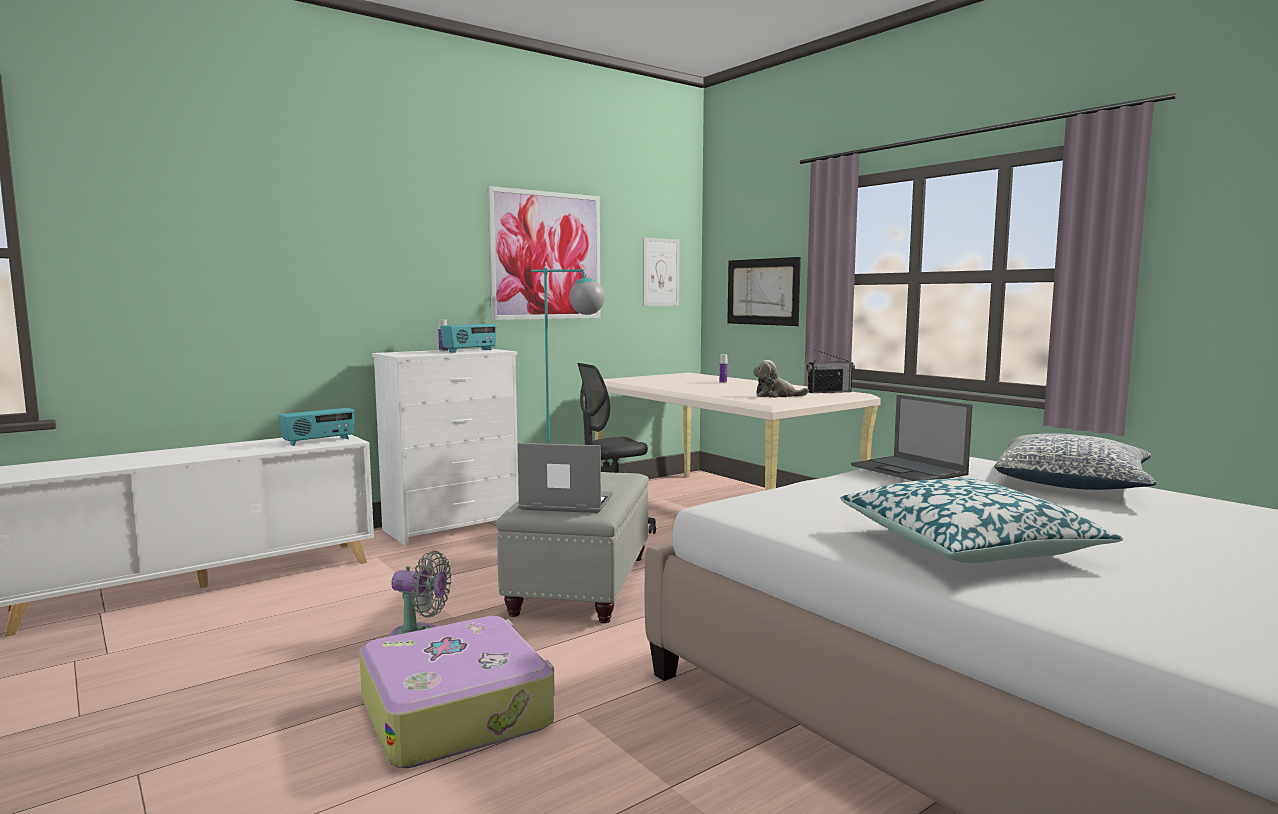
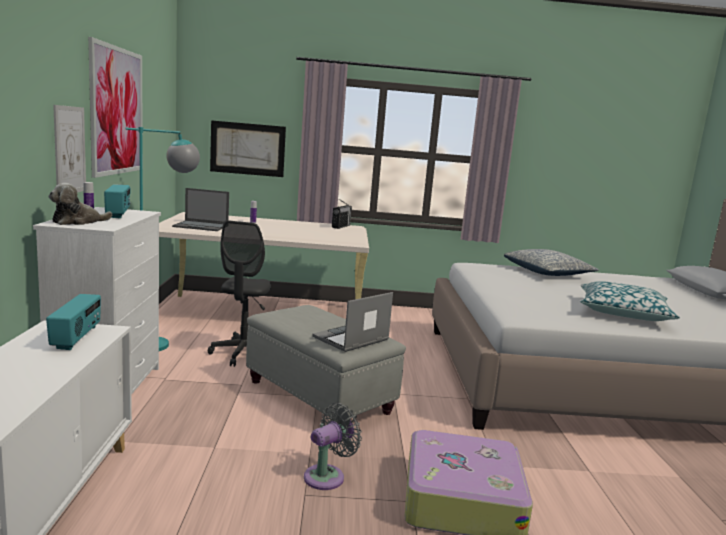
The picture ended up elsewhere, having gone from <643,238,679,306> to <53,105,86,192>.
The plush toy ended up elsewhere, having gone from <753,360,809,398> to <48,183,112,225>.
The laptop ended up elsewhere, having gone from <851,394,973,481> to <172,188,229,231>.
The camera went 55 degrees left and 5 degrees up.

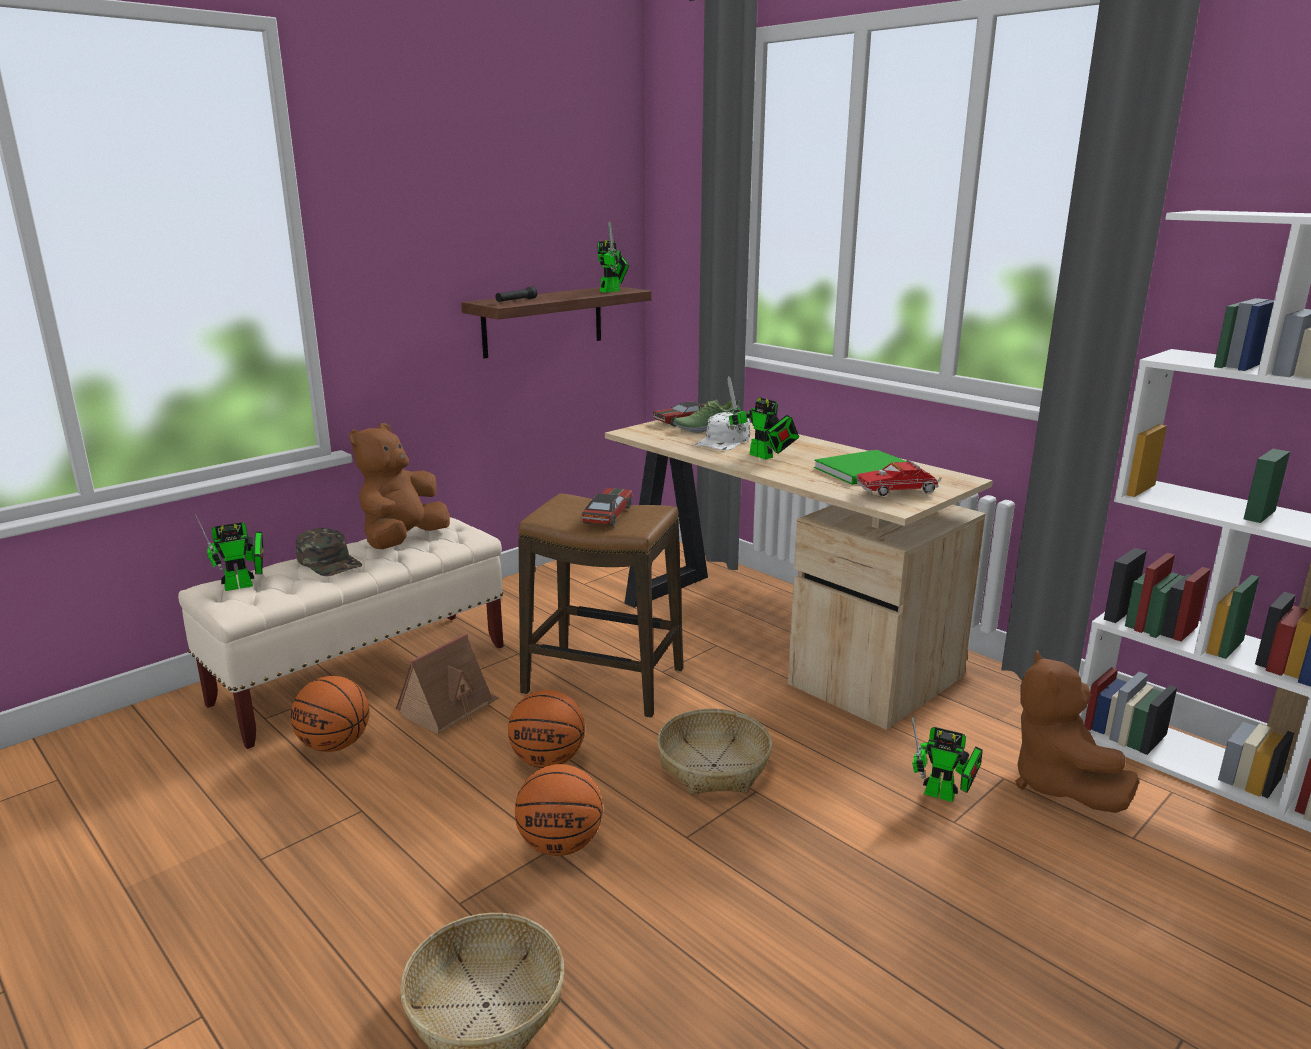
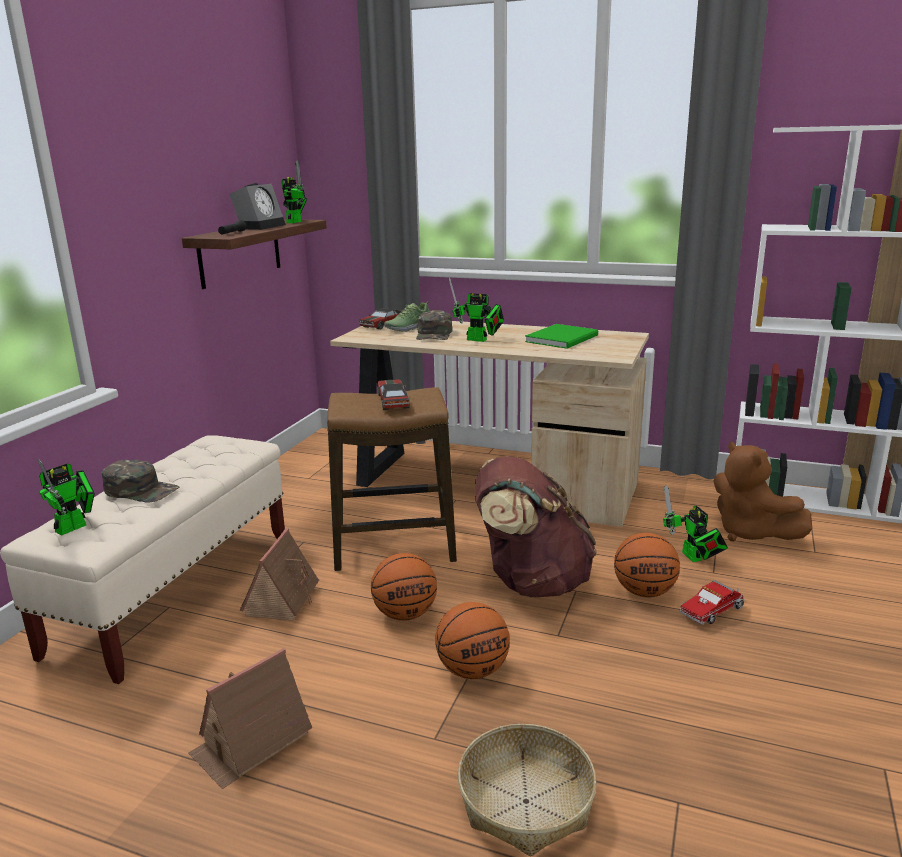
The second view lost the brown plush toy at <349,423,450,549>.
The second view gained the toy house at <189,648,312,789>.
The second view gained the alarm clock at <229,183,286,230>.
The basketball ended up elsewhere, having gone from <291,676,370,752> to <614,533,680,597>.
The toy truck ended up elsewhere, having gone from <857,460,941,496> to <680,580,745,625>.
Where the basket stood at <658,709,772,794>, the brown backpack came to stand at <475,456,597,598>.
What was the white cap at <695,412,750,450> turned into the green cap at <416,310,453,340>.
The toy robot at <912,717,983,802> ended up facing another way, 75 degrees clockwise from before.
The camera went 25 degrees left and 0 degrees up.

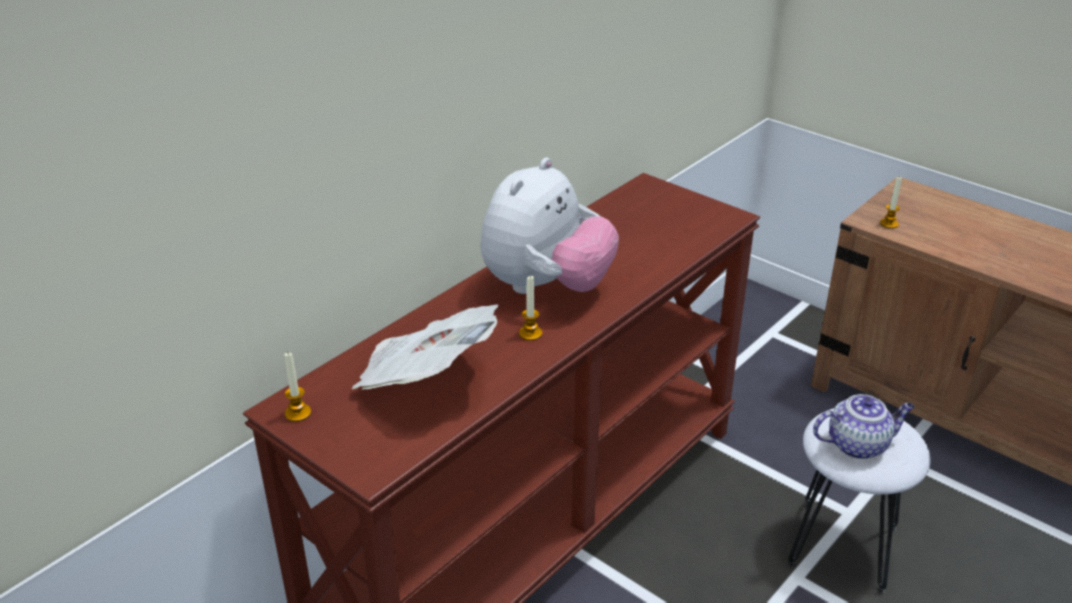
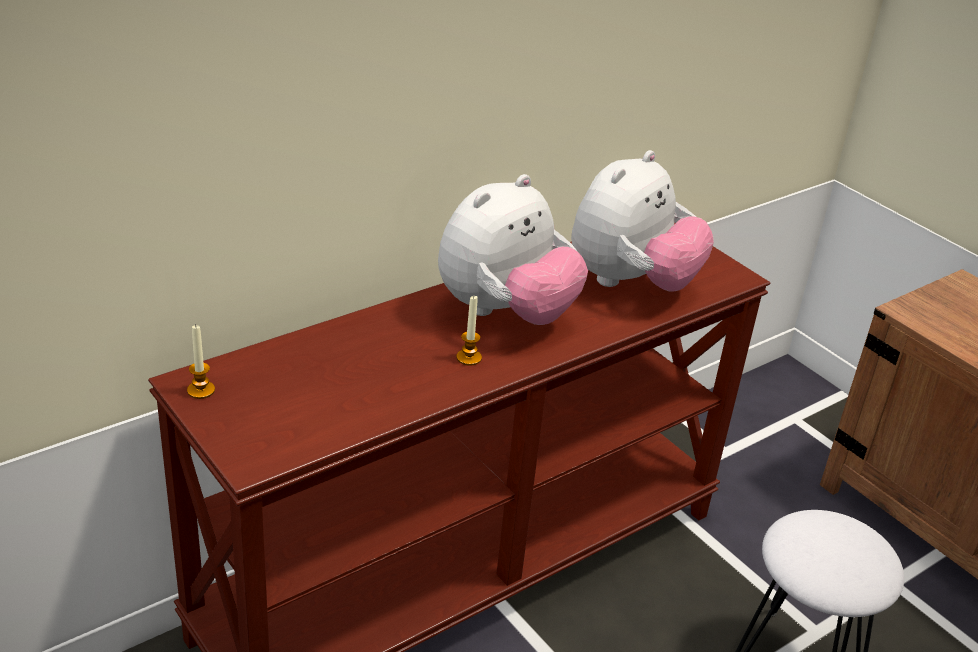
The second view lost the newspaper at <352,304,499,390>.
The second view lost the teapot at <813,394,915,459>.
The second view lost the candle at <880,176,902,229>.
The second view gained the plush toy at <571,150,714,291>.
The camera went 10 degrees right and 0 degrees up.

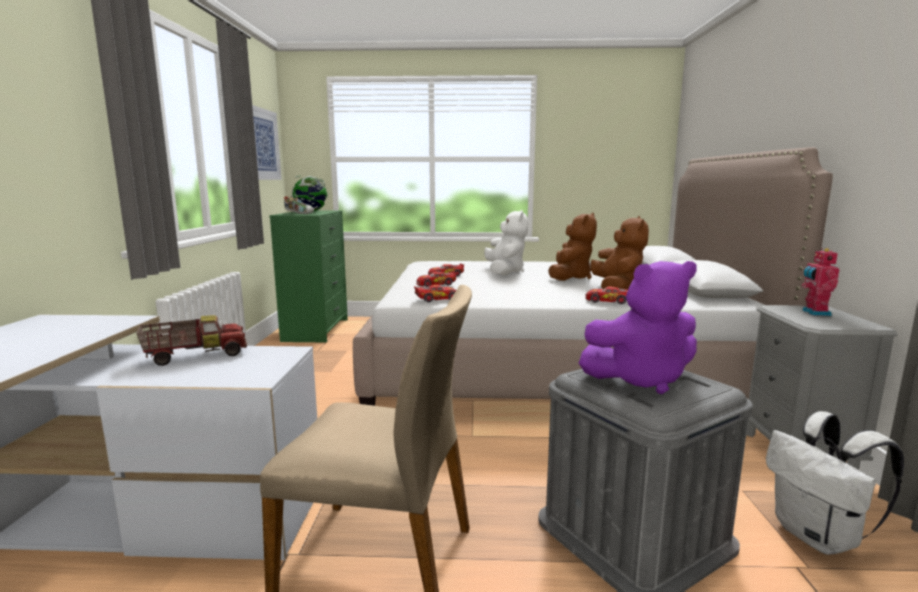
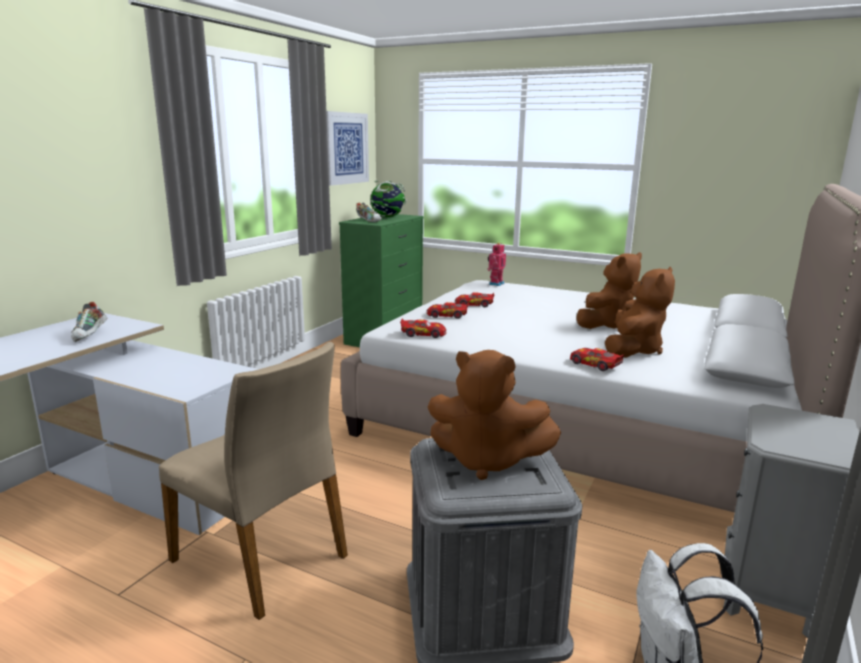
The second view lost the toy truck at <136,315,247,366>.
The second view lost the white plush toy at <484,210,528,275>.
The second view gained the shoe at <71,302,107,342>.
The toy robot ended up elsewhere, having gone from <802,248,840,316> to <487,243,506,286>.
What was the purple plush toy at <579,261,697,394> turned into the brown plush toy at <428,350,561,480>.
The camera went 25 degrees right and 5 degrees up.

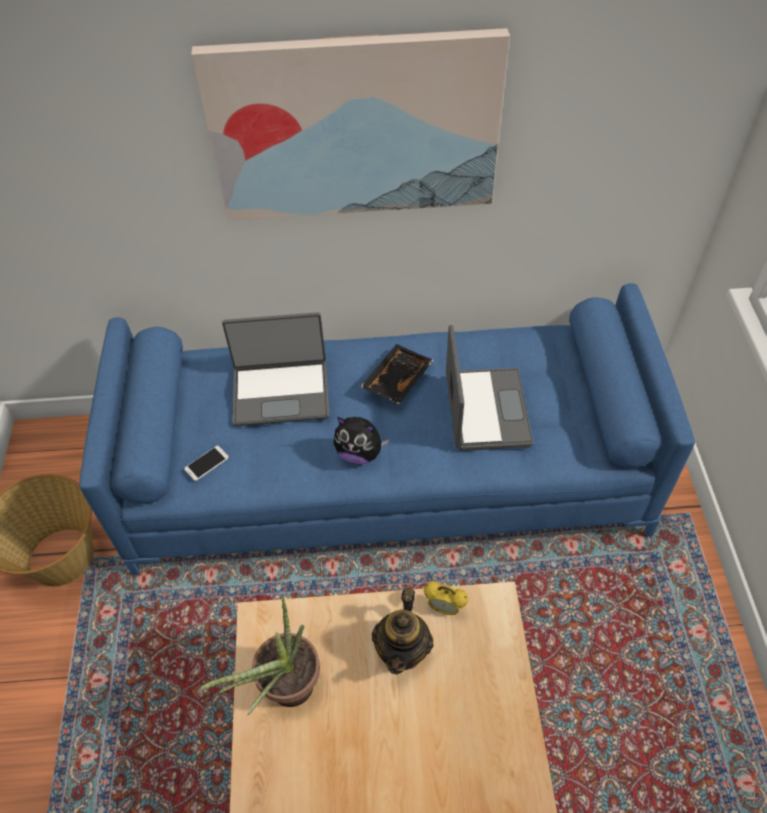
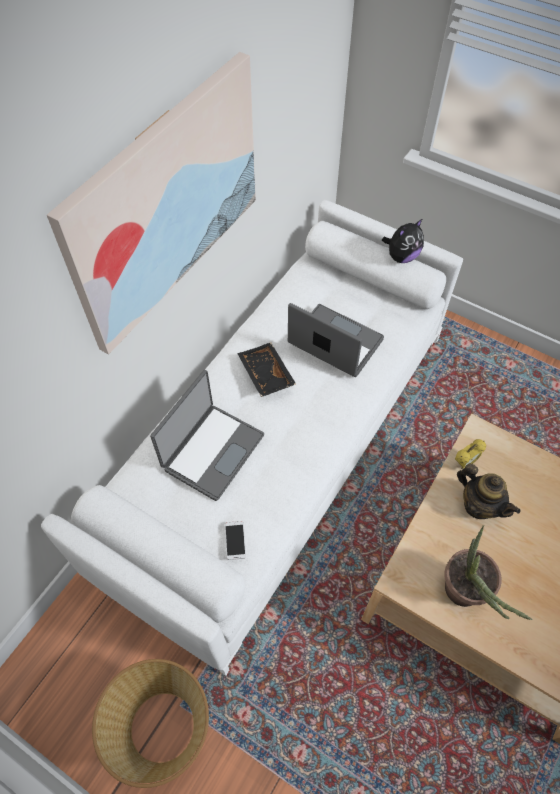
The plush toy ended up elsewhere, having gone from <333,417,389,464> to <382,218,424,263>.
What was the blue sofa at <79,283,695,575> turned into the white sofa at <41,200,463,676>.
The camera went 55 degrees left and 5 degrees up.

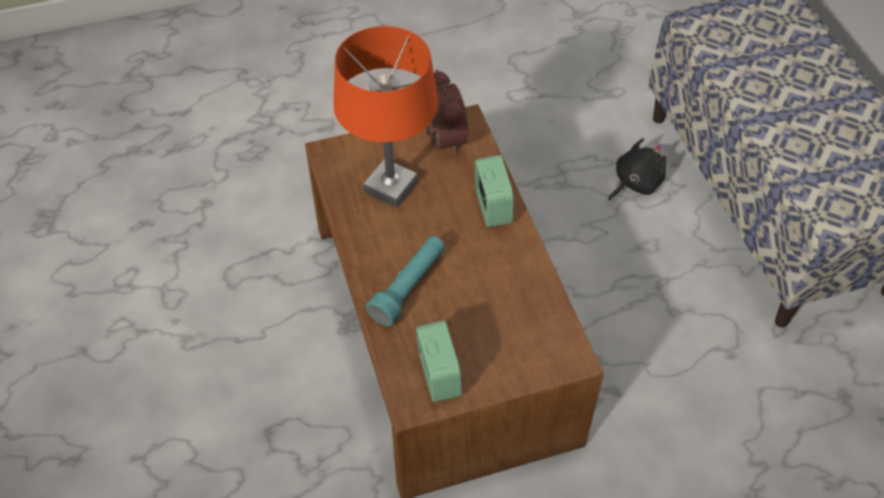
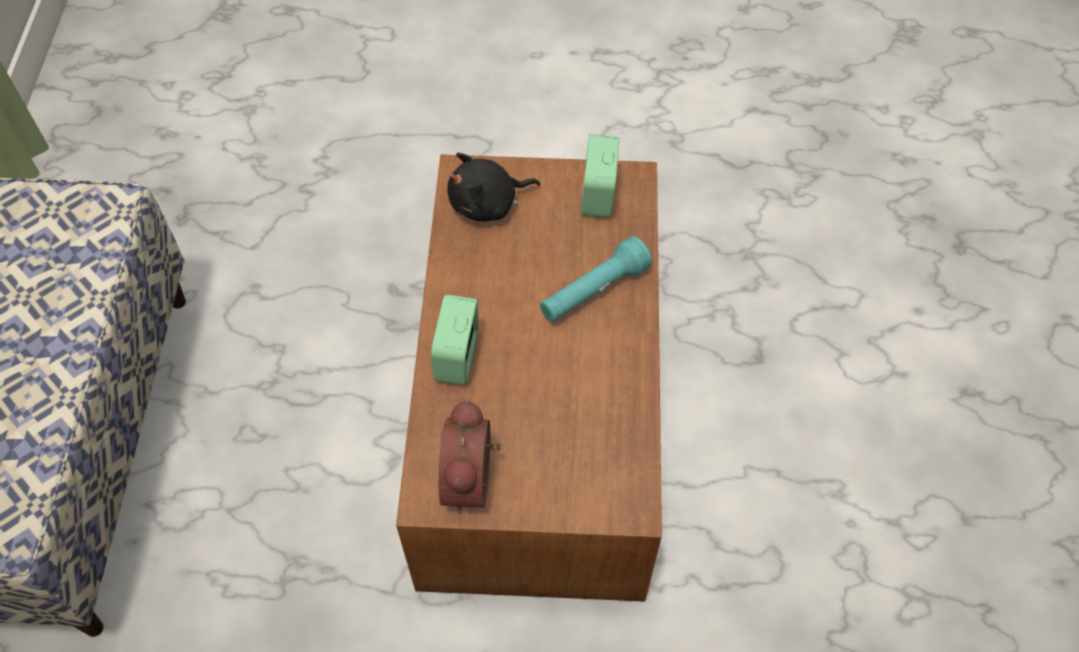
The second view lost the orange table lamp at <333,26,438,208>.
The black plush toy ended up elsewhere, having gone from <608,138,666,200> to <447,153,540,221>.
The camera went 160 degrees left and 5 degrees up.

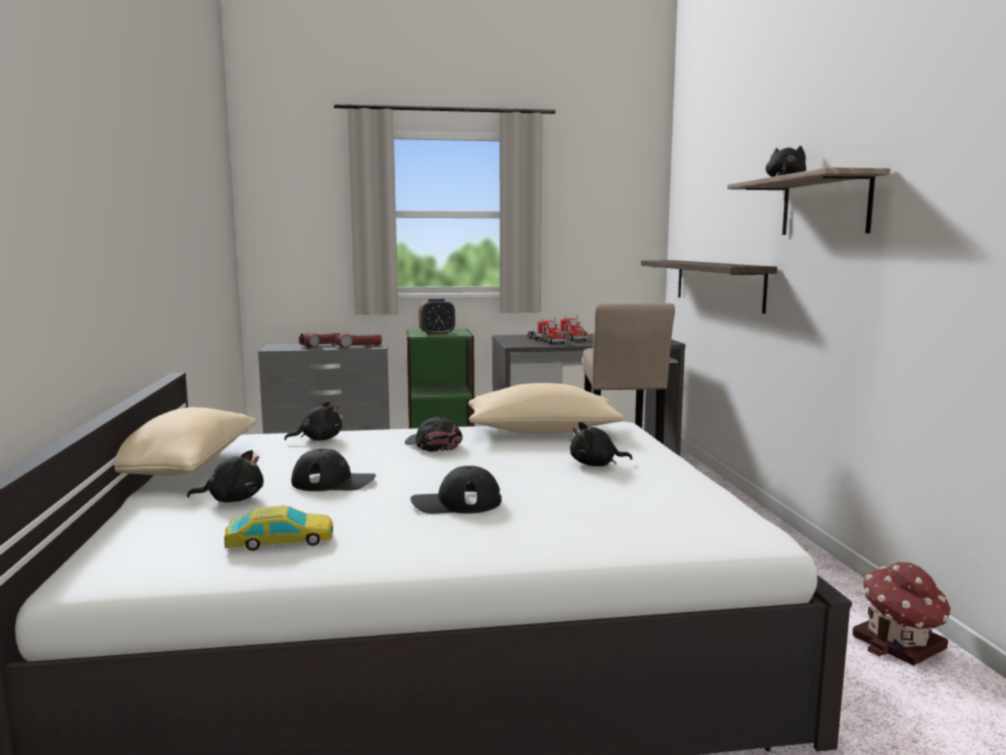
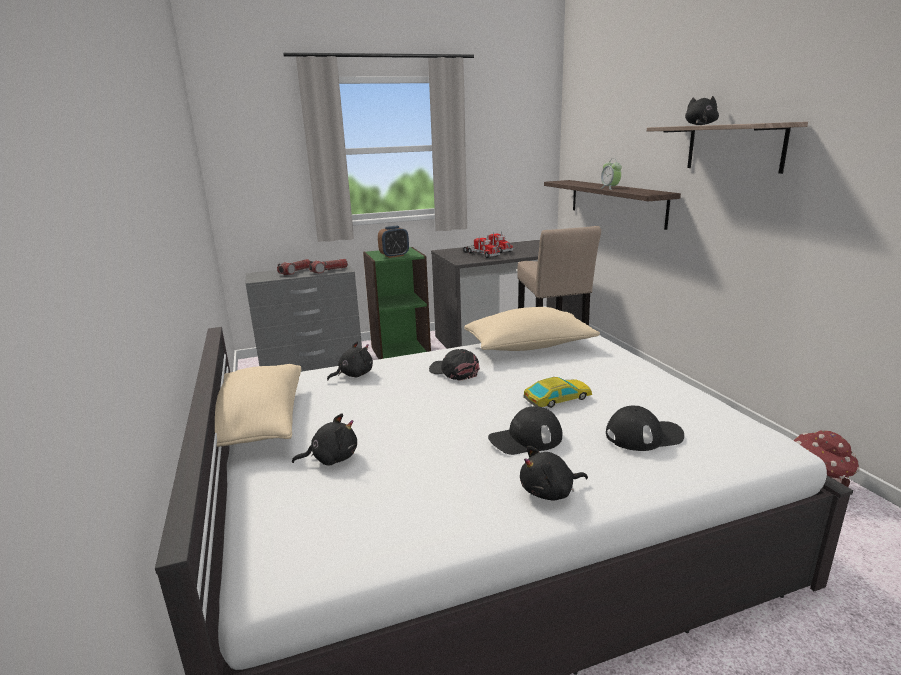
The second view gained the alarm clock at <601,158,622,190>.
The toy car ended up elsewhere, having gone from <224,506,333,551> to <523,377,592,408>.
The black cap ended up elsewhere, having gone from <291,448,376,491> to <606,406,684,451>.
The black plush toy ended up elsewhere, having gone from <570,422,632,466> to <520,446,588,500>.
The camera went 10 degrees left and 10 degrees up.

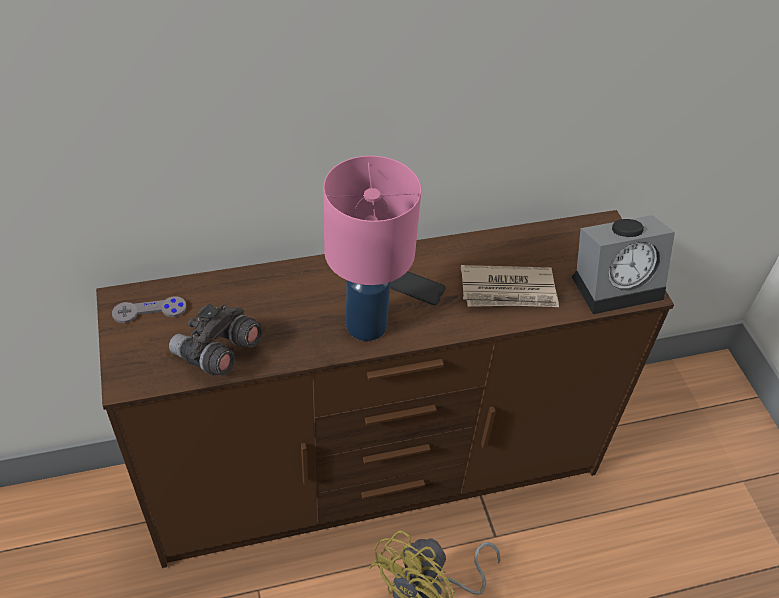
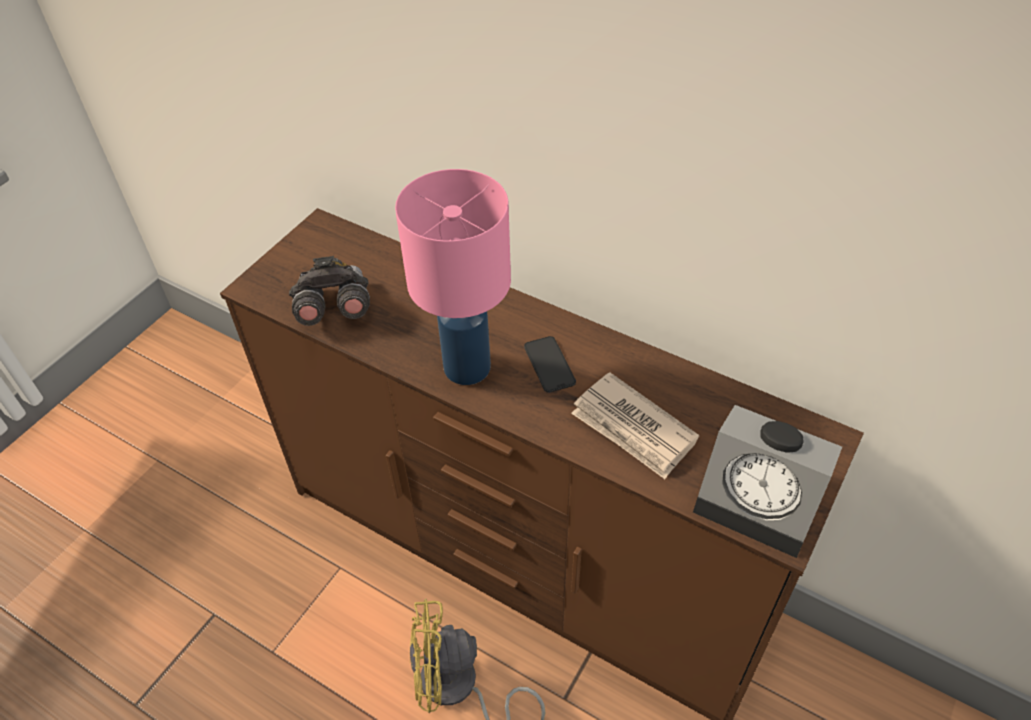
The second view lost the grey game controller at <112,296,186,323>.
The camera went 50 degrees right and 0 degrees up.

